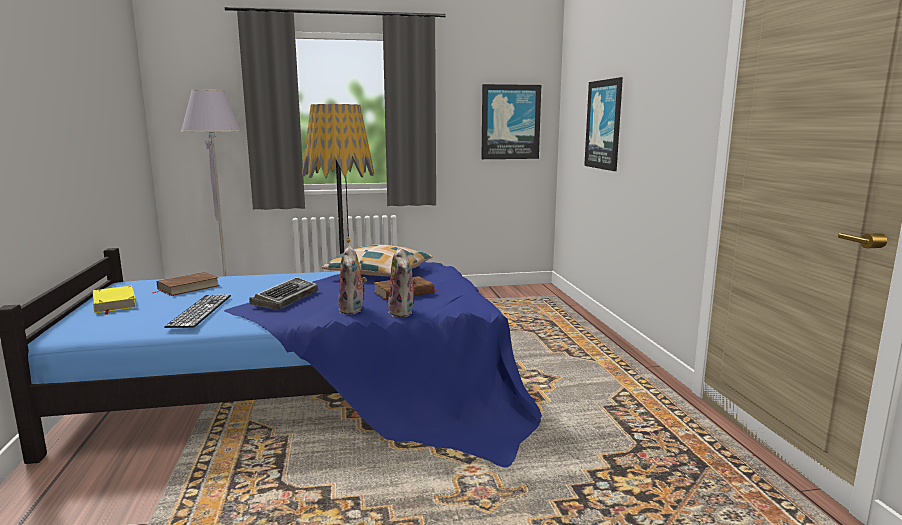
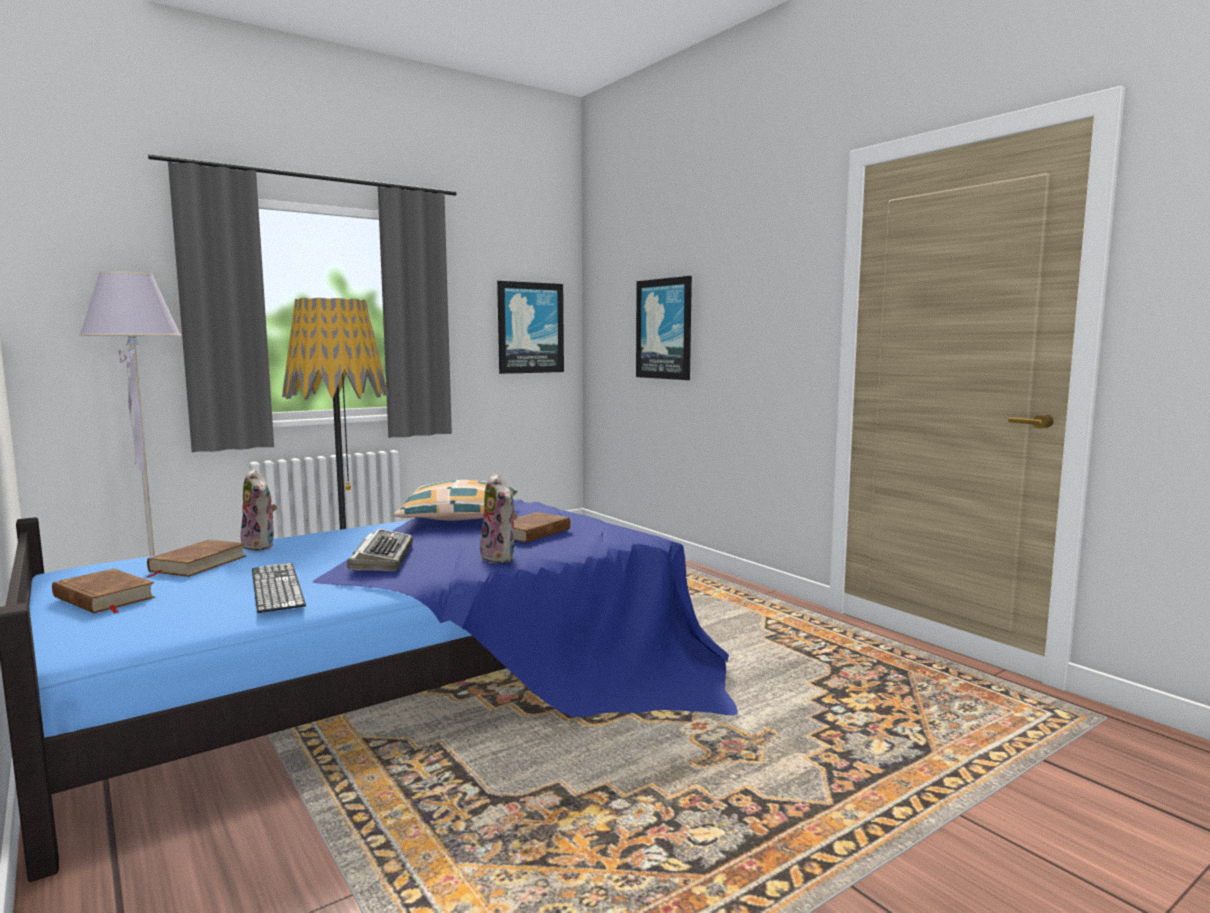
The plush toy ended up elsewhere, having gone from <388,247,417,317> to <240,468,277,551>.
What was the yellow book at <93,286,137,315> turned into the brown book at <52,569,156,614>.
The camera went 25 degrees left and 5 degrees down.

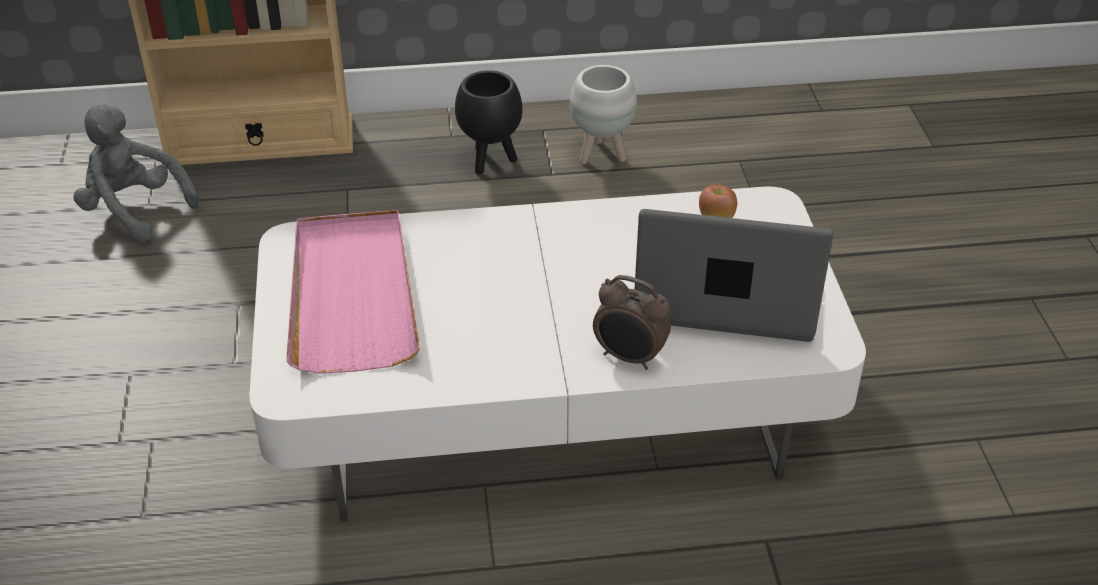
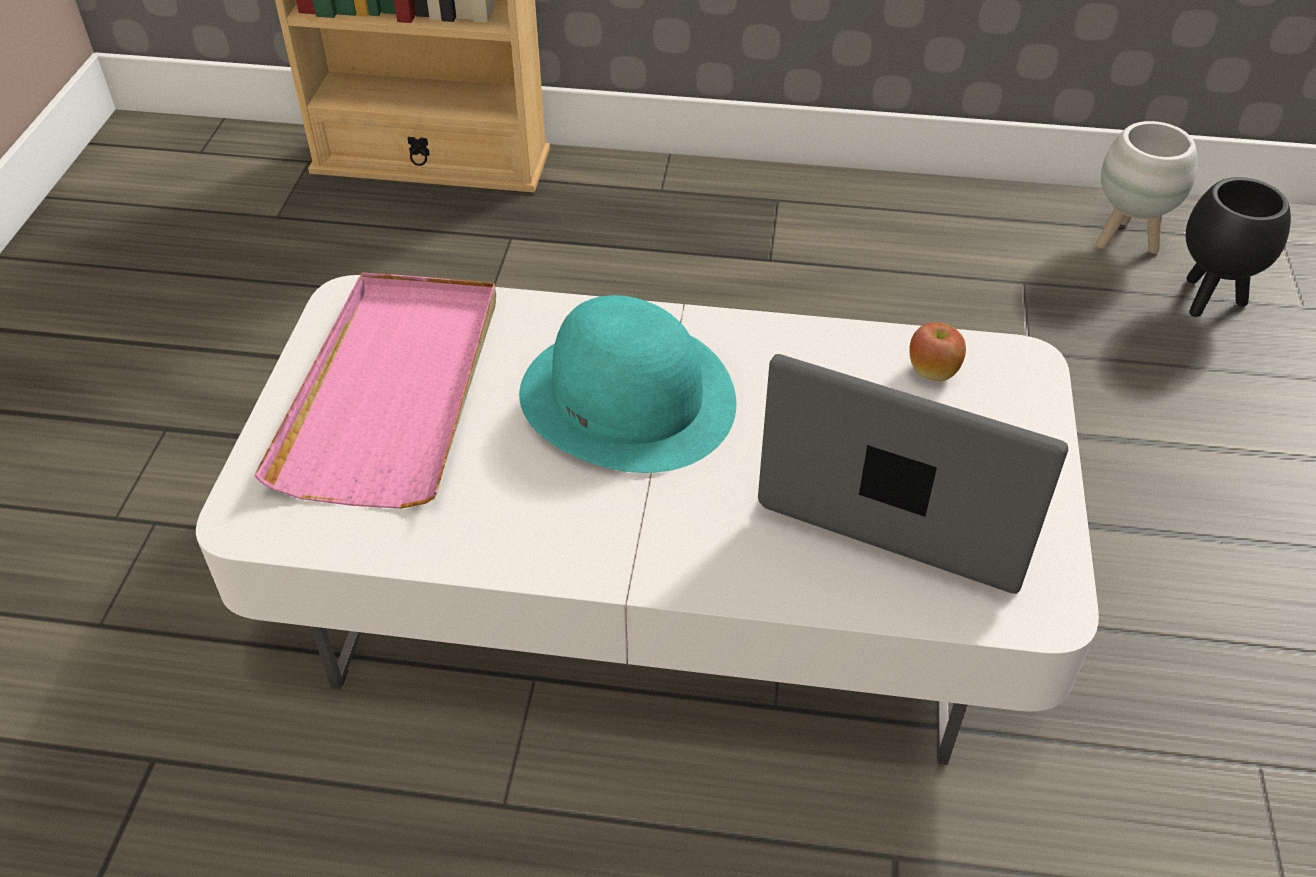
The second view lost the grey plush toy at <73,104,199,242>.
The second view lost the alarm clock at <593,275,671,370>.
The second view gained the turquoise hat at <519,295,736,473>.
The black planter ended up elsewhere, having gone from <455,70,522,175> to <1186,177,1291,317>.
The white planter ended up elsewhere, having gone from <570,65,637,164> to <1096,121,1198,254>.
The camera went 15 degrees right and 5 degrees up.

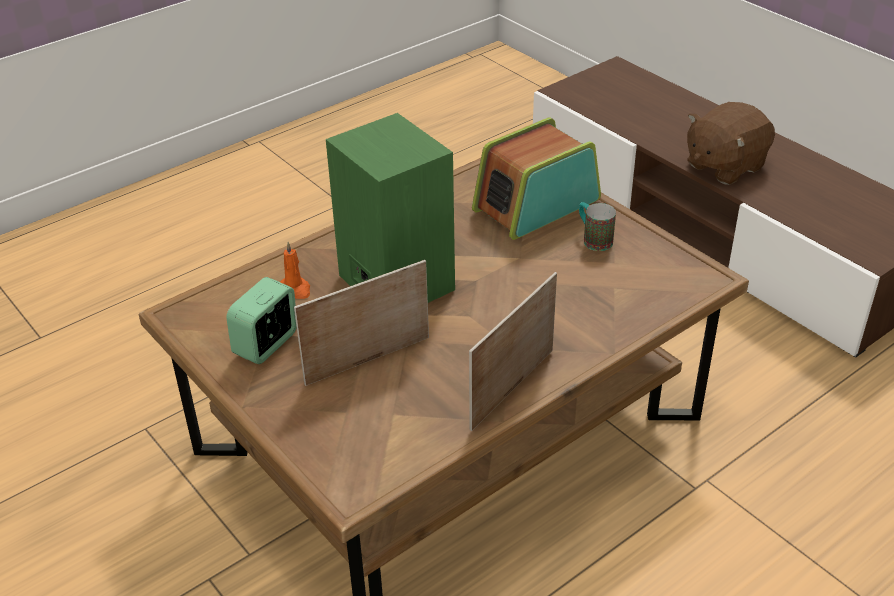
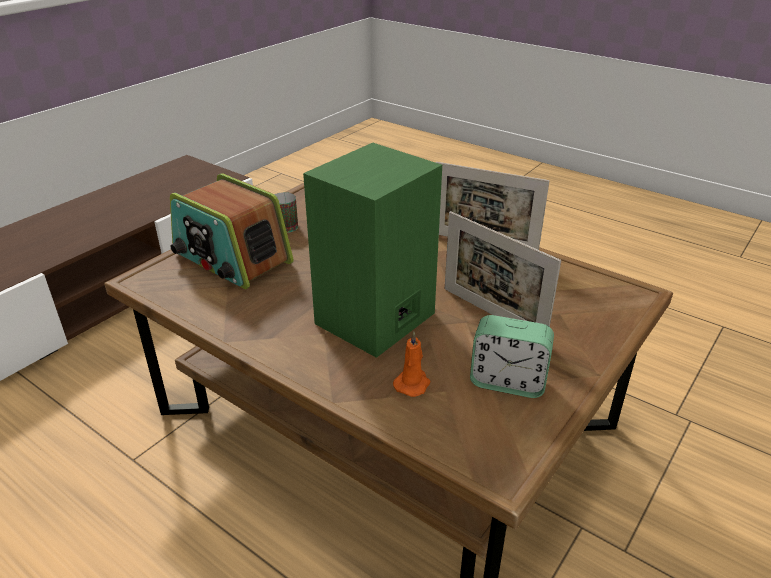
The second view lost the brown plush toy at <687,102,775,185>.
The camera went 105 degrees left and 5 degrees down.

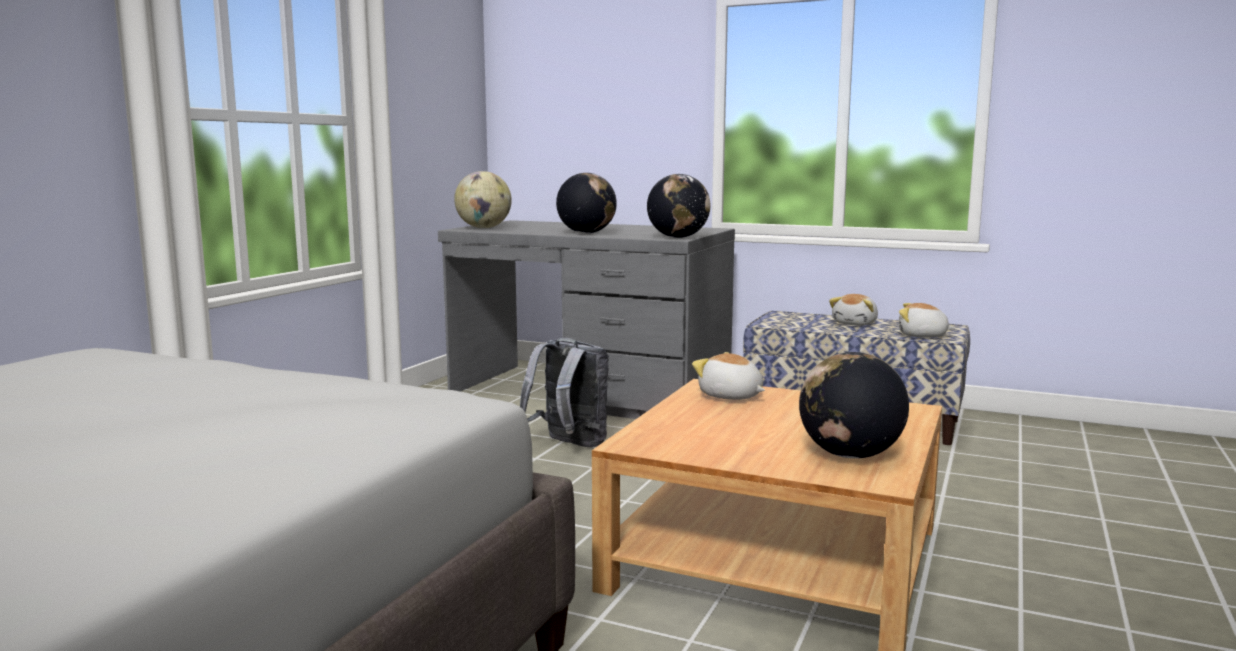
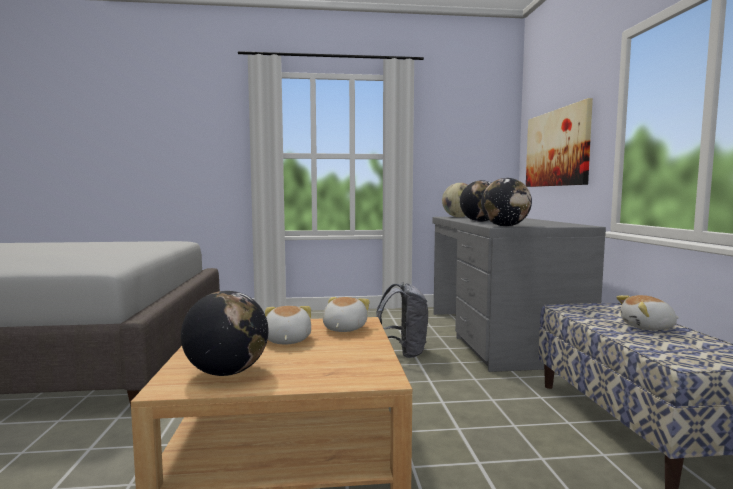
The second view gained the picture at <526,98,593,187>.
The plush toy ended up elsewhere, having gone from <899,303,956,338> to <265,306,311,344>.
The camera went 60 degrees right and 5 degrees down.

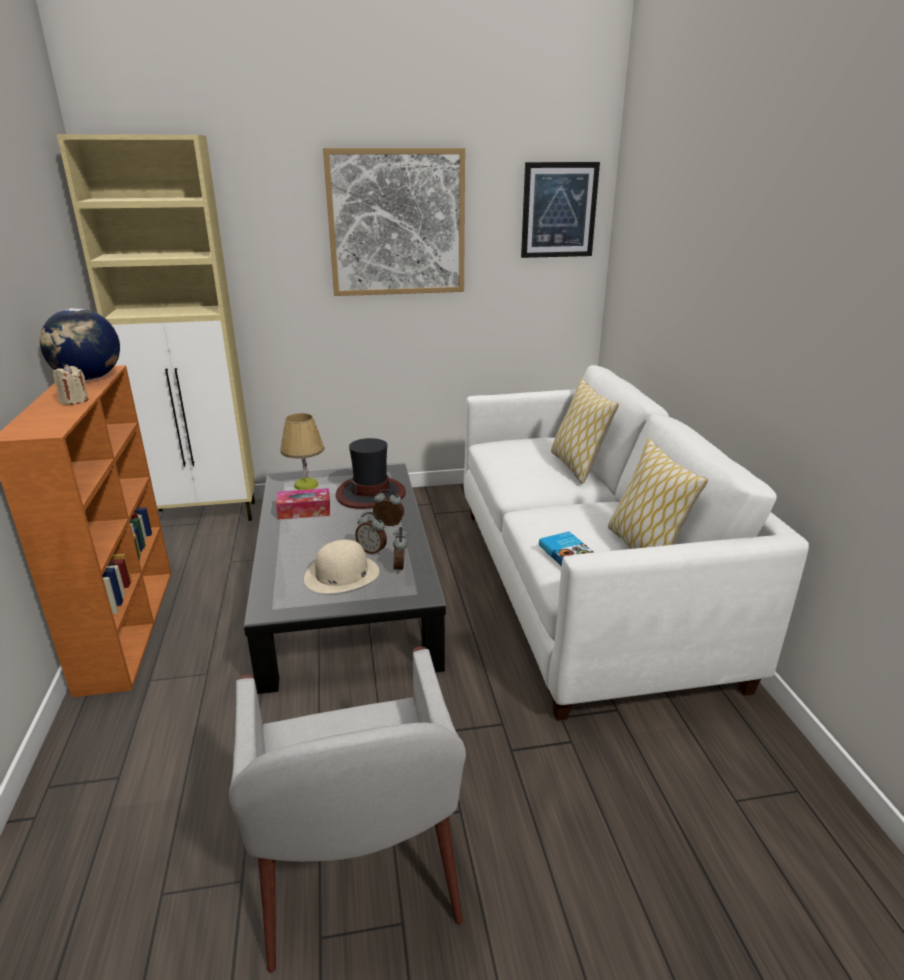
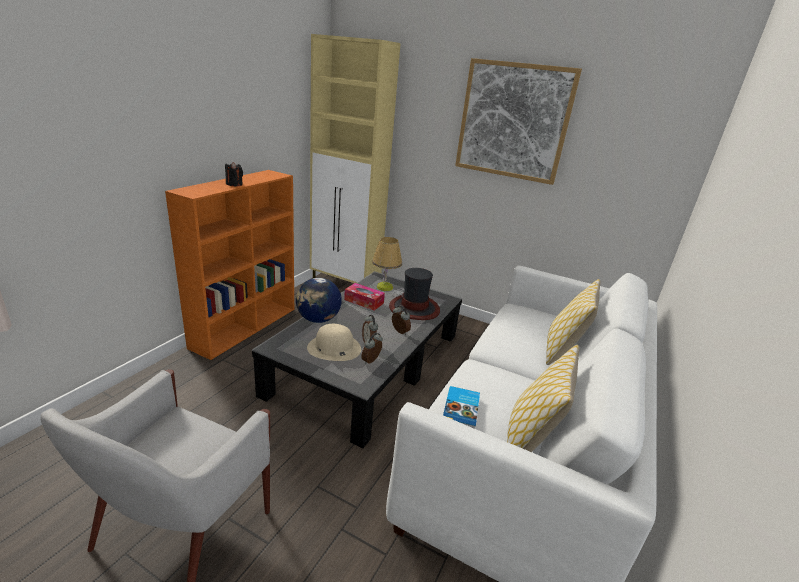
The second view lost the picture at <521,162,600,258>.
The globe ended up elsewhere, having gone from <40,308,120,380> to <296,278,342,323>.
What was the beige candle at <53,364,88,405> turned into the black candle at <225,162,243,186>.
The camera went 35 degrees right and 0 degrees up.

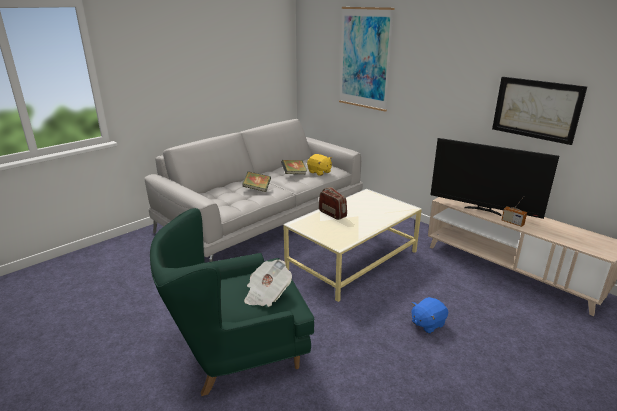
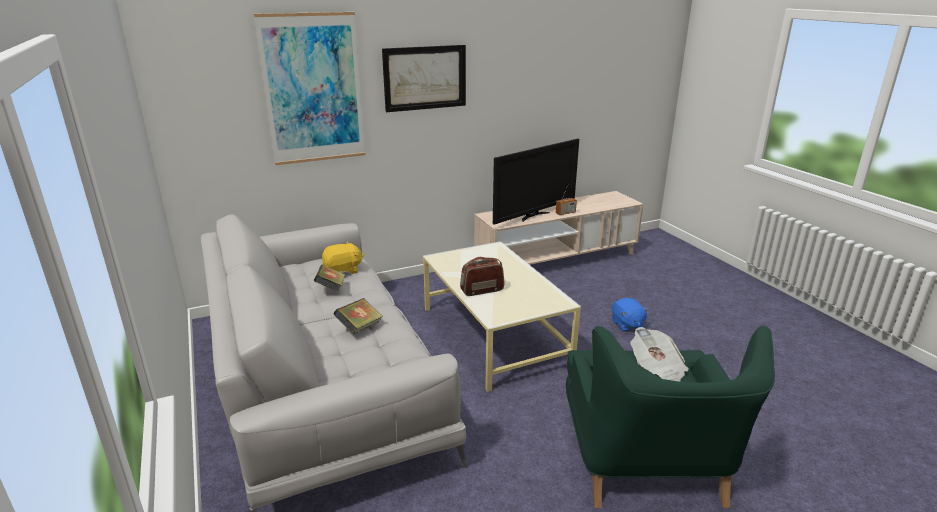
The picture ended up elsewhere, having gone from <492,77,587,145> to <382,45,466,112>.
The camera went 70 degrees left and 0 degrees up.

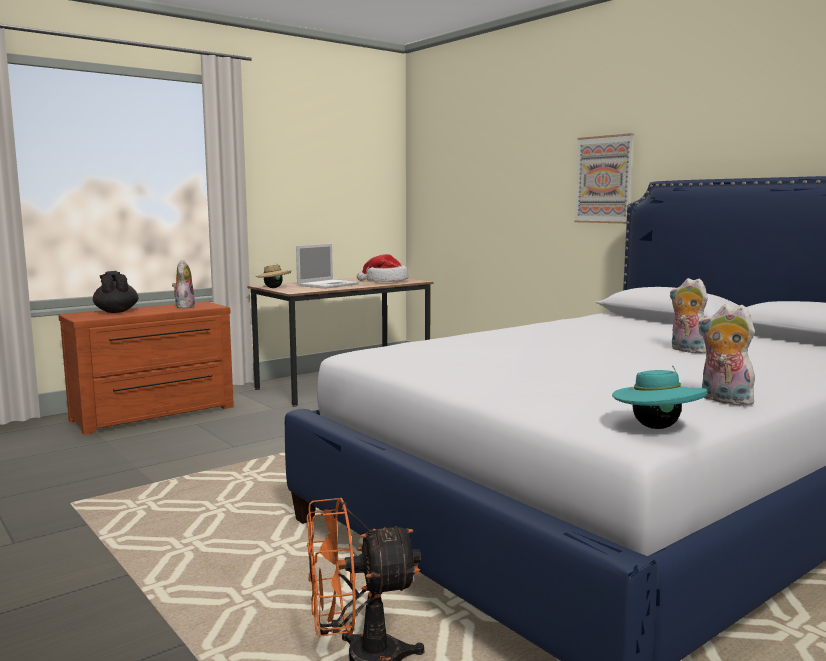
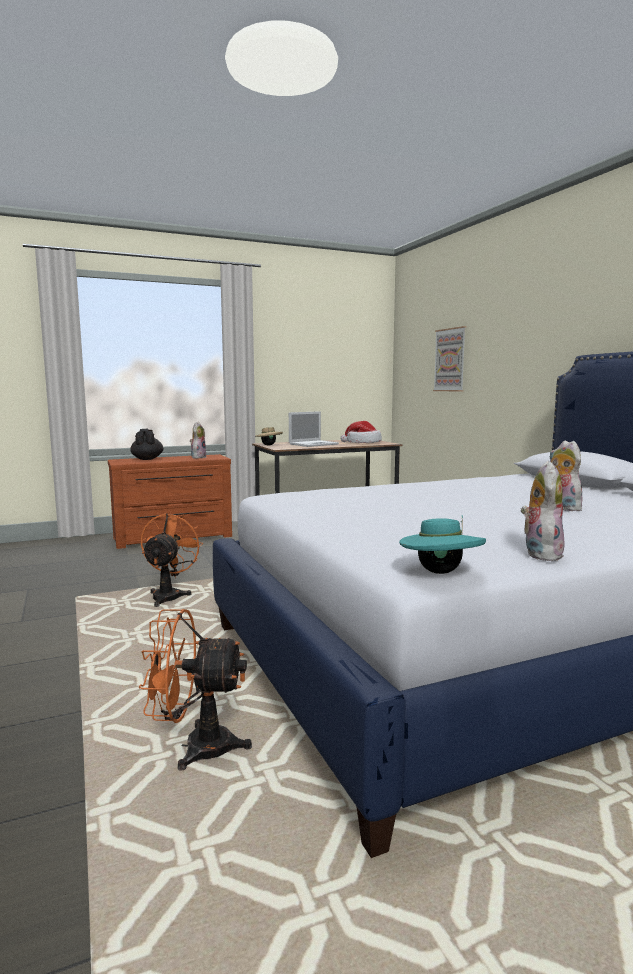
The second view gained the orange fan at <141,512,203,607>.
The picture ended up elsewhere, having gone from <574,133,634,224> to <433,326,466,392>.
The plush toy at <698,304,757,406> ended up facing another way, 45 degrees clockwise from before.
The camera went 15 degrees right and 0 degrees up.

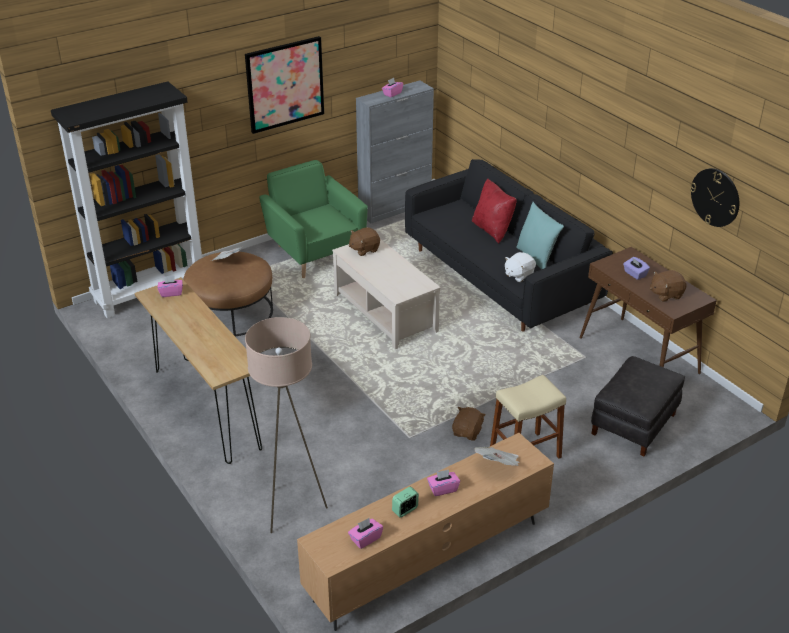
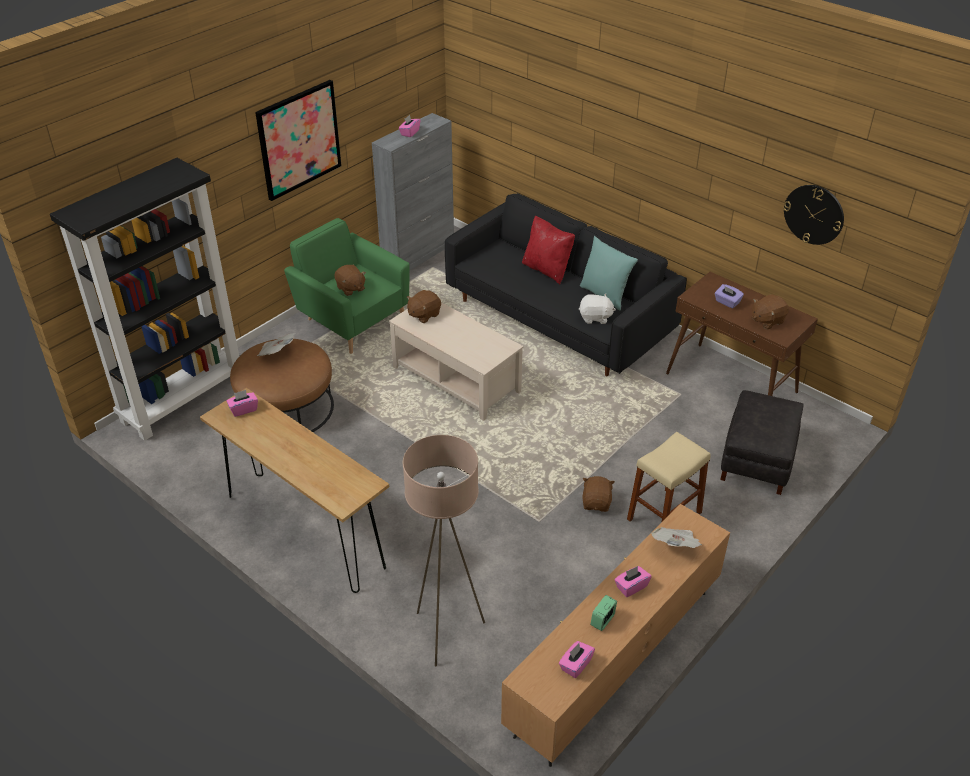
The second view gained the brown plush toy at <334,265,366,296>.
The white plush toy at <505,252,536,282> ended up facing another way, 120 degrees counterclockwise from before.
The camera went 15 degrees left and 5 degrees up.

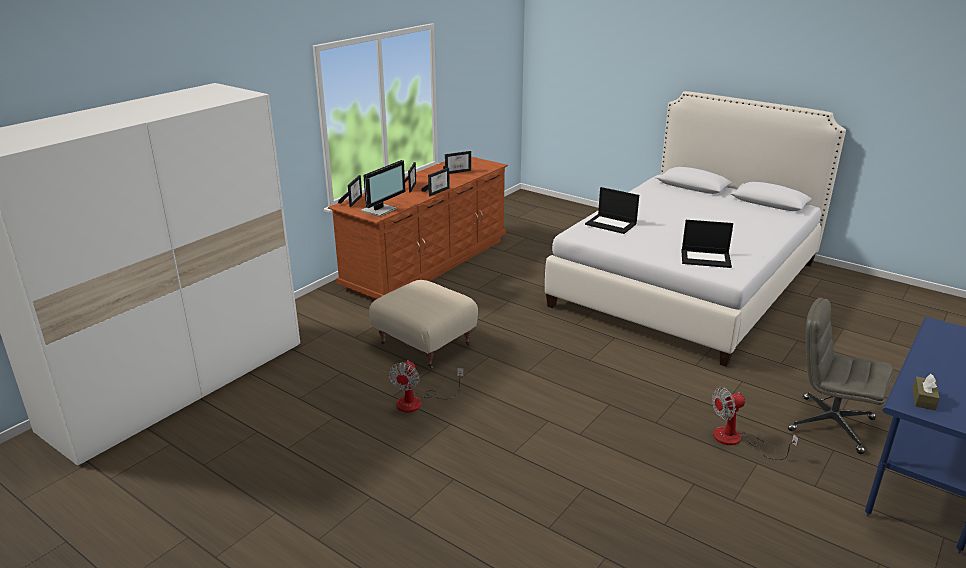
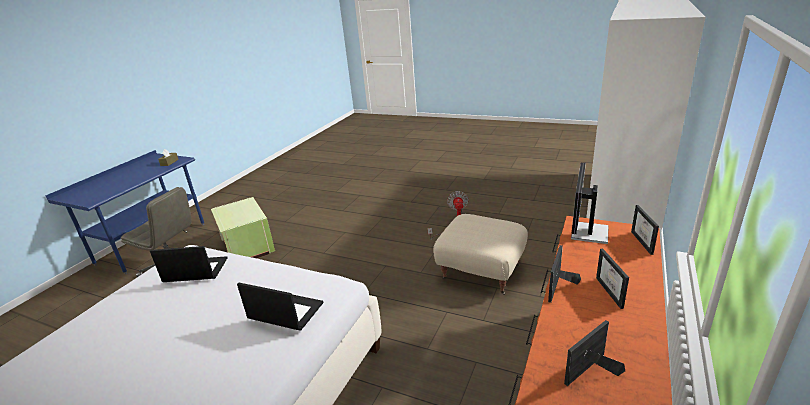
Where the fan stood at <712,387,799,460>, the green storage box came to stand at <211,197,275,258>.
The camera went 170 degrees right and 0 degrees up.

